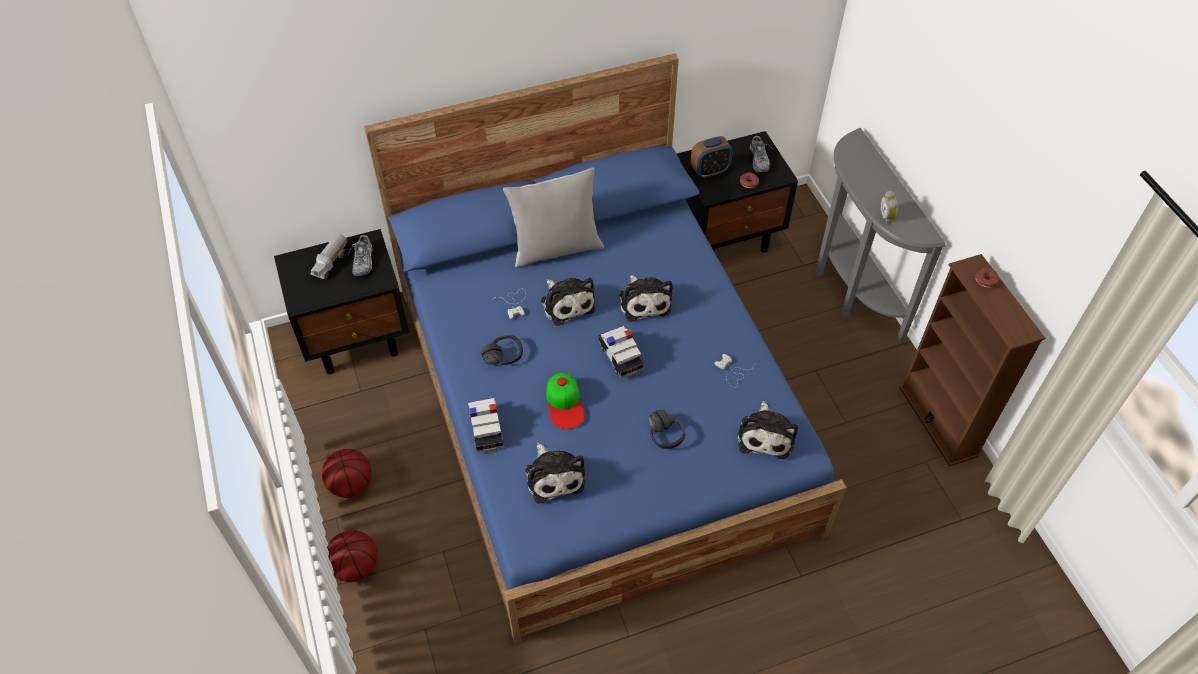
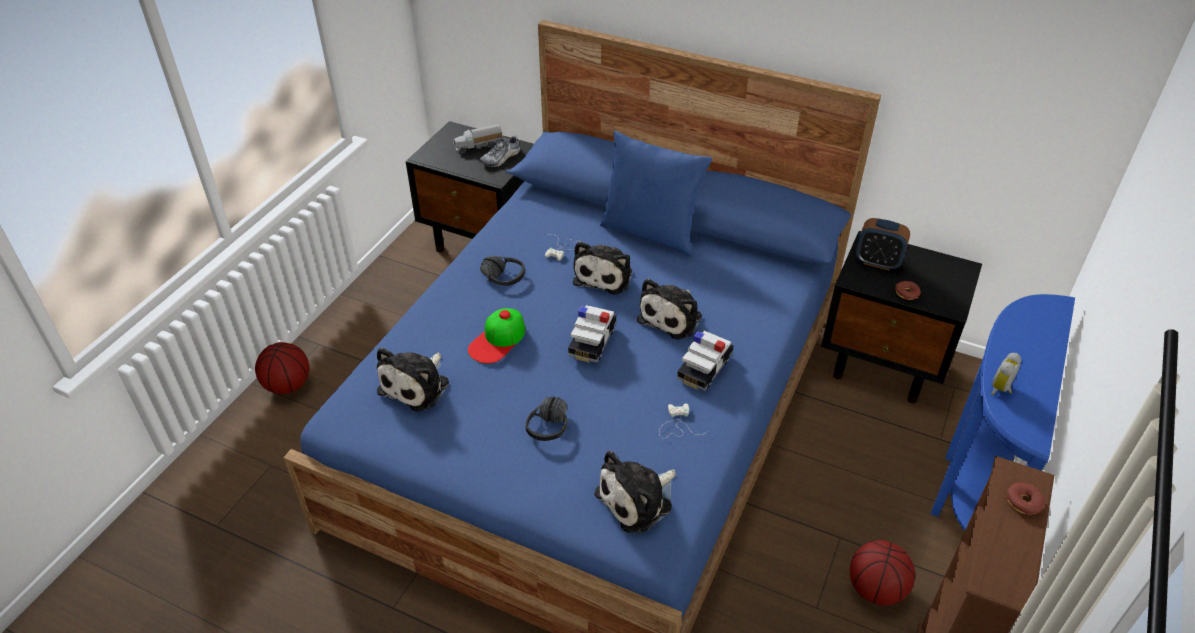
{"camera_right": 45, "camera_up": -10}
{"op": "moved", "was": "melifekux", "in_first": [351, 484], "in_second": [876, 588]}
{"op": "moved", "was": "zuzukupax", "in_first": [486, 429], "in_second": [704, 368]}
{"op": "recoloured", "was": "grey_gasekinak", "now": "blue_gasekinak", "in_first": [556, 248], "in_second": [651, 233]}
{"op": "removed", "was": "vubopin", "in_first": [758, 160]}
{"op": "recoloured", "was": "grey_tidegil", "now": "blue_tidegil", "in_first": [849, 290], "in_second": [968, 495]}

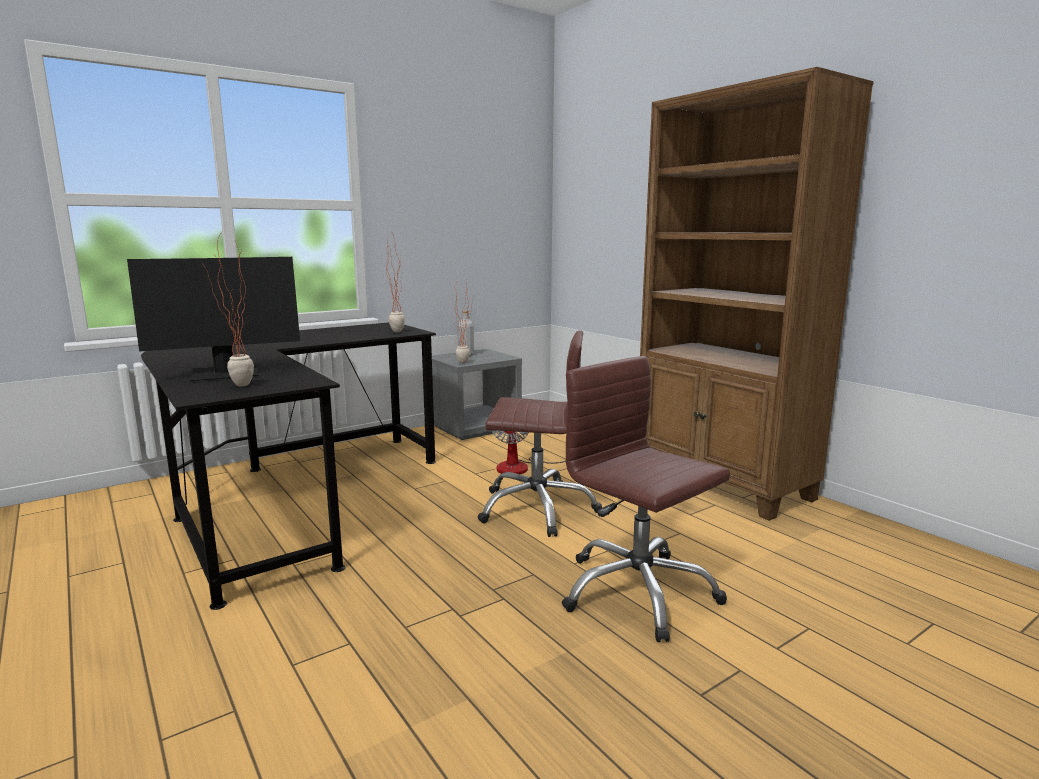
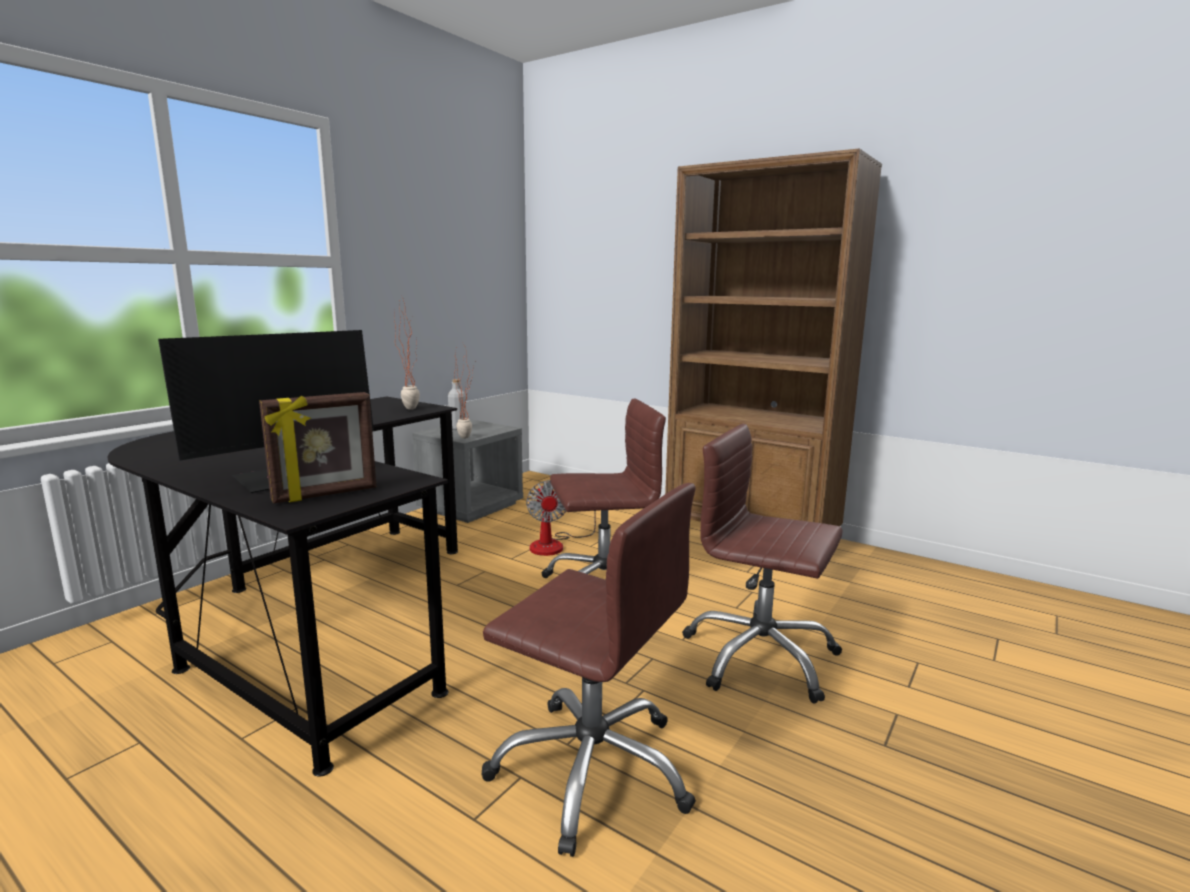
{"camera_right": -20, "camera_up": 0}
{"op": "replaced", "was": "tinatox", "now": "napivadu", "in_first": [236, 387], "in_second": [325, 495]}
{"op": "added", "now": "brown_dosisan", "in_second": [592, 768]}

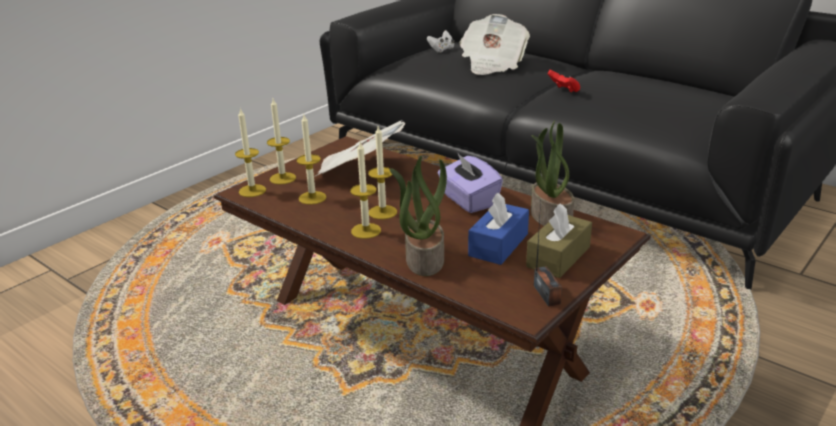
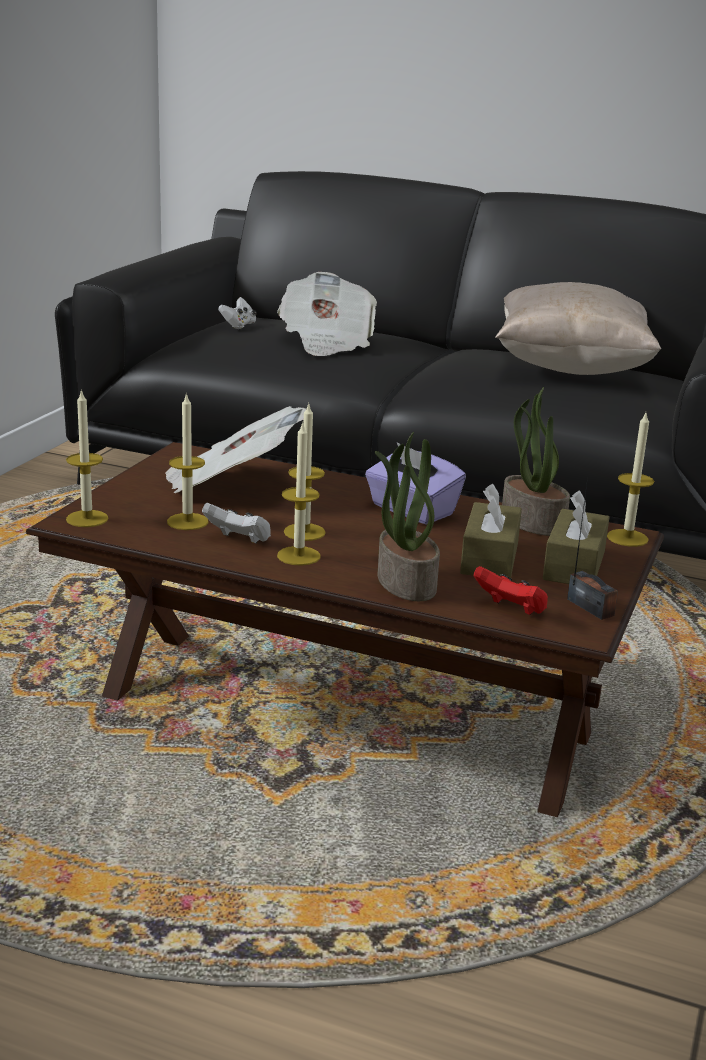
{"camera_right": -20, "camera_up": -5}
{"op": "moved", "was": "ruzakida", "in_first": [282, 178], "in_second": [627, 538]}
{"op": "recoloured", "was": "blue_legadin", "now": "brown_legadin", "in_first": [498, 245], "in_second": [489, 558]}
{"op": "moved", "was": "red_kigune", "in_first": [564, 90], "in_second": [511, 609]}
{"op": "added", "now": "white_kigune", "in_second": [239, 540]}
{"op": "added", "now": "beige_gasekinak", "in_second": [571, 368]}

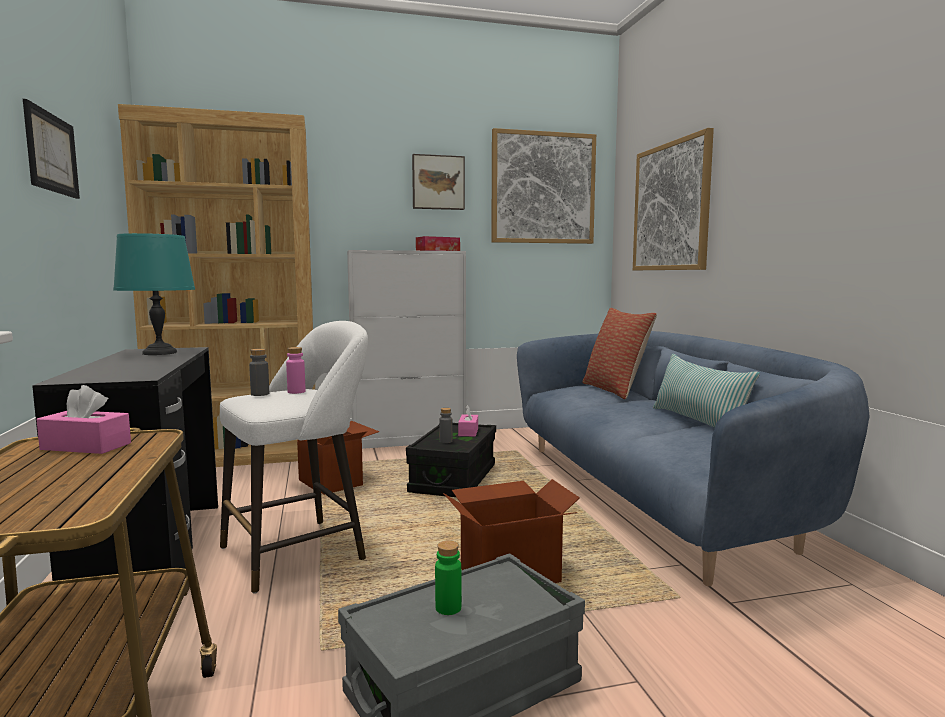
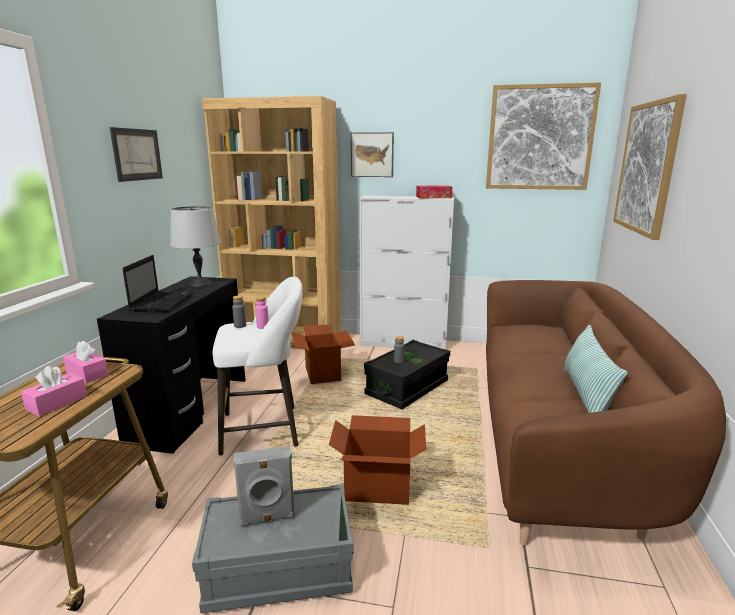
{"camera_right": 25, "camera_up": 10}
{"op": "recoloured", "was": "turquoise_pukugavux", "now": "grey_pukugavux", "in_first": [159, 353], "in_second": [200, 284]}
{"op": "moved", "was": "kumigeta", "in_first": [438, 182], "in_second": [372, 155]}
{"op": "replaced", "was": "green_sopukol", "now": "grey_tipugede", "in_first": [448, 608], "in_second": [267, 518]}
{"op": "moved", "was": "pink_legadin", "in_first": [468, 432], "in_second": [57, 403]}
{"op": "recoloured", "was": "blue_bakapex", "now": "brown_bakapex", "in_first": [652, 495], "in_second": [556, 440]}
{"op": "removed", "was": "gasekinak", "in_first": [615, 390]}
{"op": "added", "now": "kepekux", "in_second": [163, 302]}

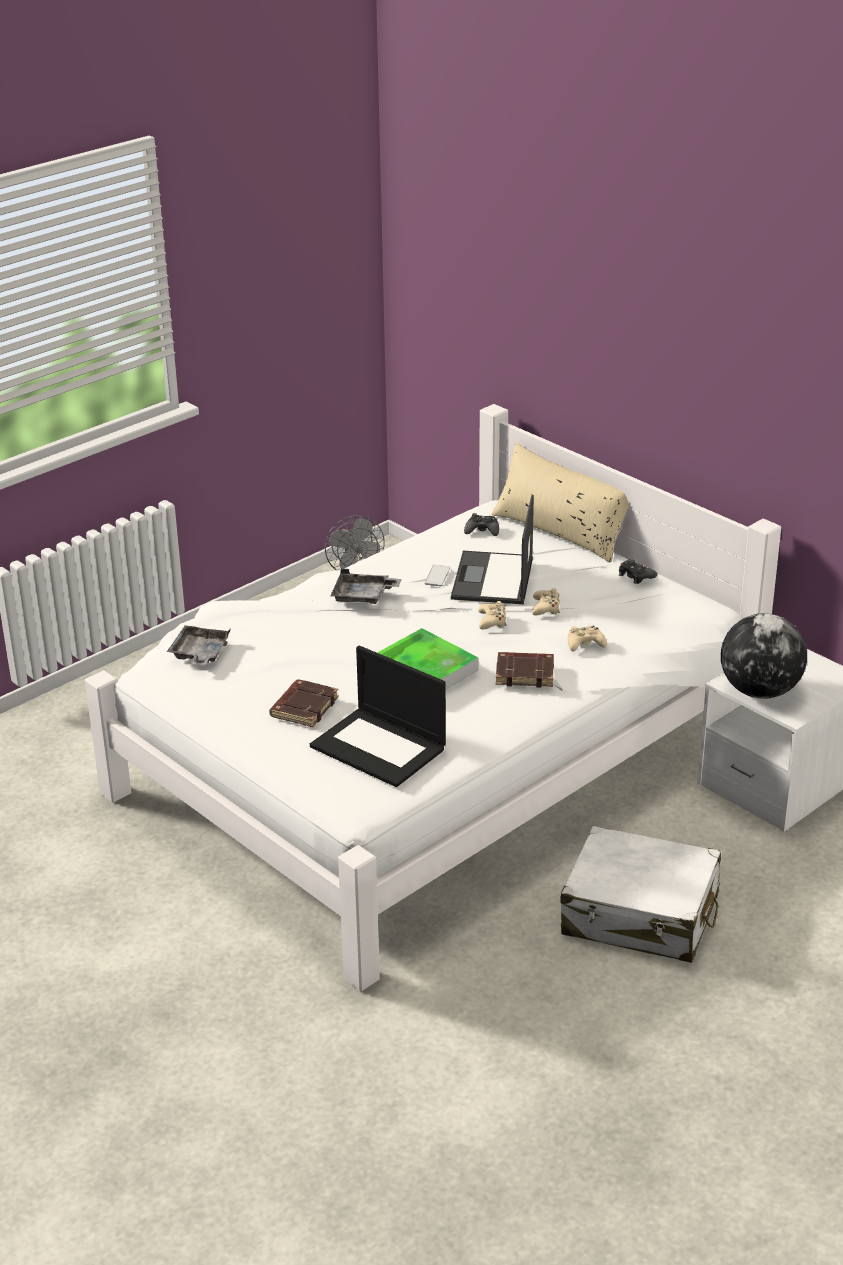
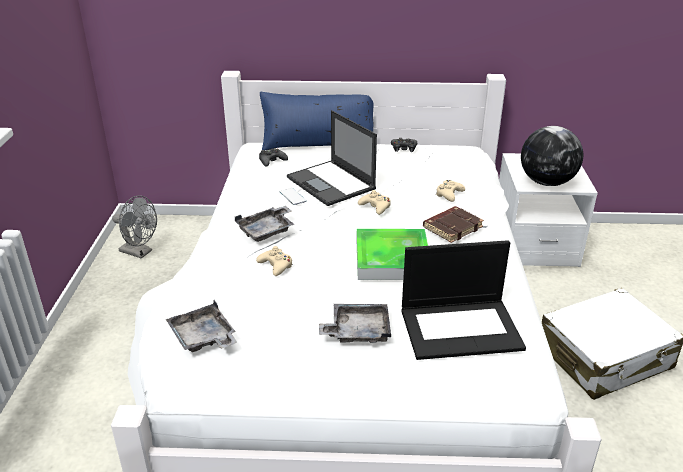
{"camera_right": -45, "camera_up": 0}
{"op": "replaced", "was": "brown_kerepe", "now": "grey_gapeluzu", "in_first": [304, 707], "in_second": [357, 331]}
{"op": "recoloured", "was": "beige_gasekinak", "now": "blue_gasekinak", "in_first": [561, 531], "in_second": [318, 143]}
{"op": "moved", "was": "beige_kigune", "in_first": [546, 608], "in_second": [276, 266]}

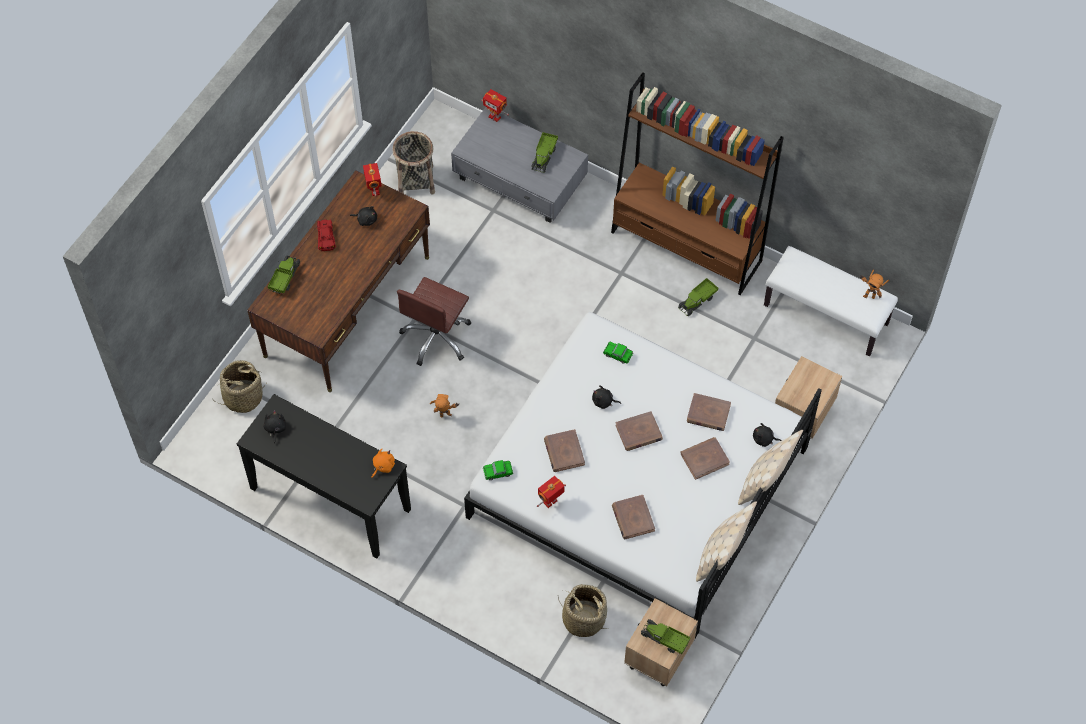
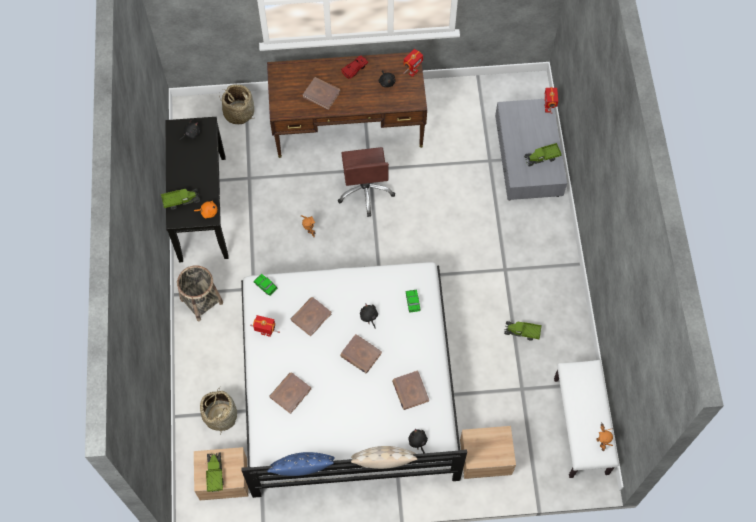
{"camera_right": 55, "camera_up": 5}
{"op": "moved", "was": "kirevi", "in_first": [285, 278], "in_second": [181, 201]}
{"op": "moved", "was": "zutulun", "in_first": [416, 180], "in_second": [202, 301]}
{"op": "turned", "was": "brown_dosisan", "in_first": [436, 337], "in_second": [365, 191], "clockwise": -90}
{"op": "removed", "was": "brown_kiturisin", "in_first": [686, 247]}
{"op": "moved", "was": "brown_kerepe", "in_first": [704, 459], "in_second": [321, 94]}
{"op": "recoloured", "was": "beige_gasekinak", "now": "blue_gasekinak", "in_first": [721, 555], "in_second": [303, 470]}

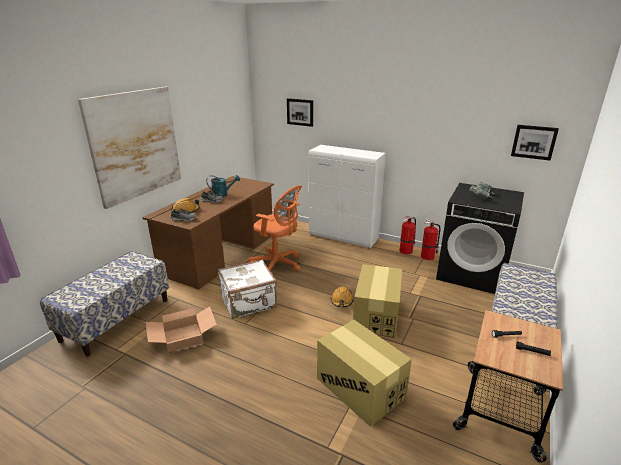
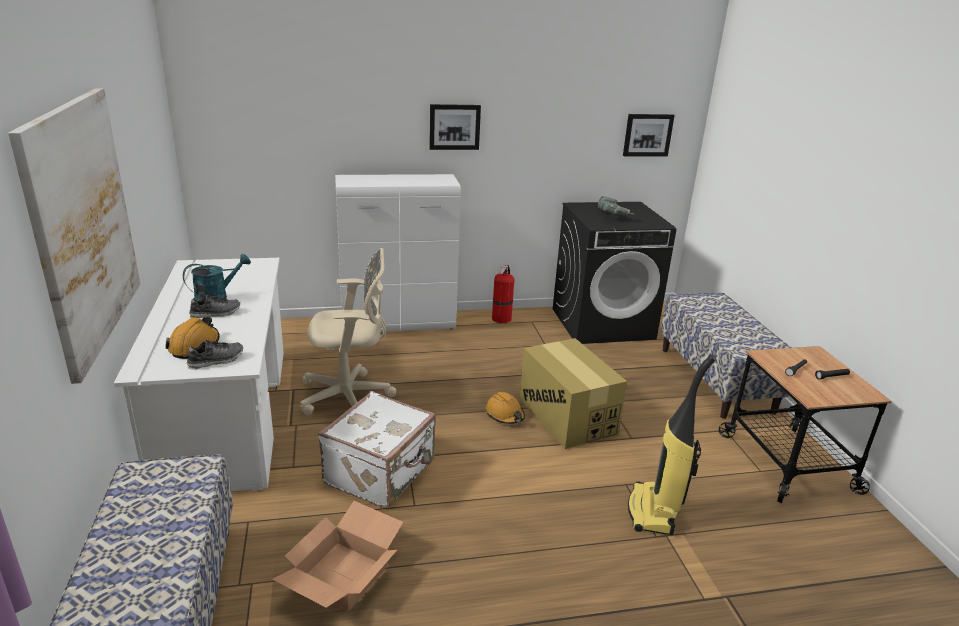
{"camera_right": -40, "camera_up": 0}
{"op": "recoloured", "was": "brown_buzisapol", "now": "white_buzisapol", "in_first": [220, 254], "in_second": [226, 415]}
{"op": "recoloured", "was": "orange_dosisan", "now": "beige_dosisan", "in_first": [278, 264], "in_second": [350, 397]}
{"op": "moved", "was": "kumigeta", "in_first": [300, 112], "in_second": [454, 127]}
{"op": "replaced", "was": "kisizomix", "now": "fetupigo", "in_first": [360, 388], "in_second": [654, 512]}
{"op": "removed", "was": "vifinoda", "in_first": [428, 256]}

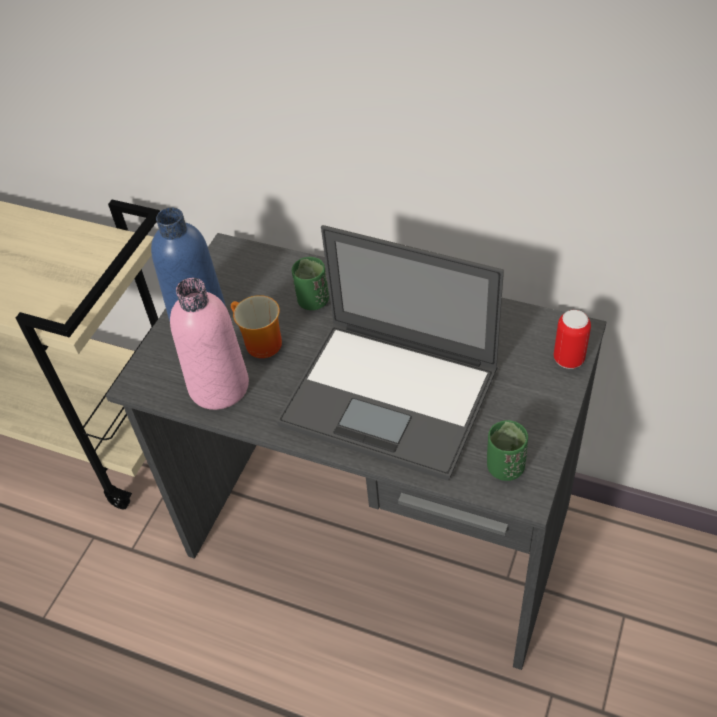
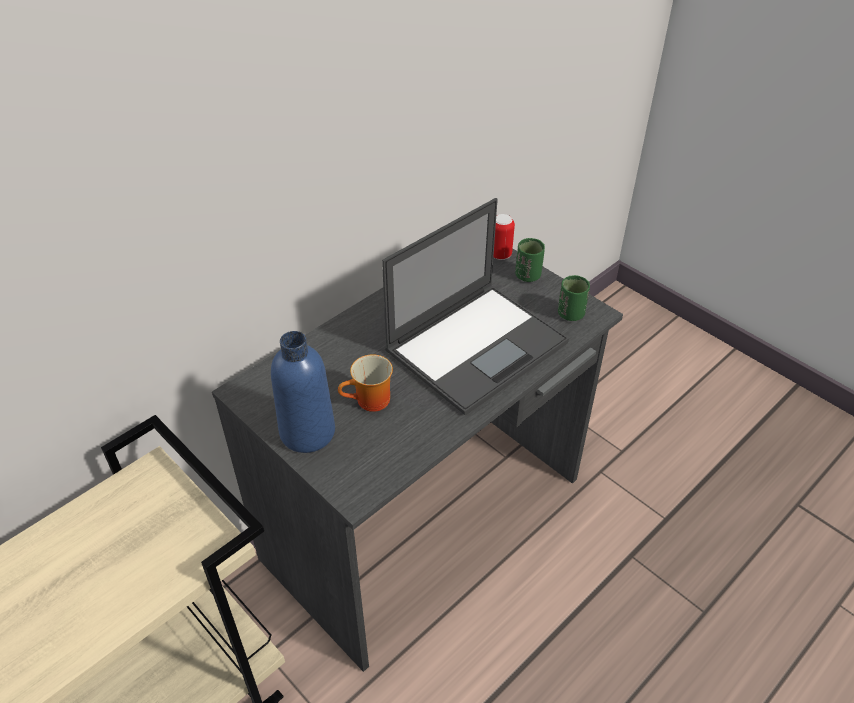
{"camera_right": -70, "camera_up": -5}
{"op": "removed", "was": "pink_sopukol", "in_first": [219, 386]}
{"op": "moved", "was": "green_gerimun", "in_first": [313, 301], "in_second": [528, 275]}

